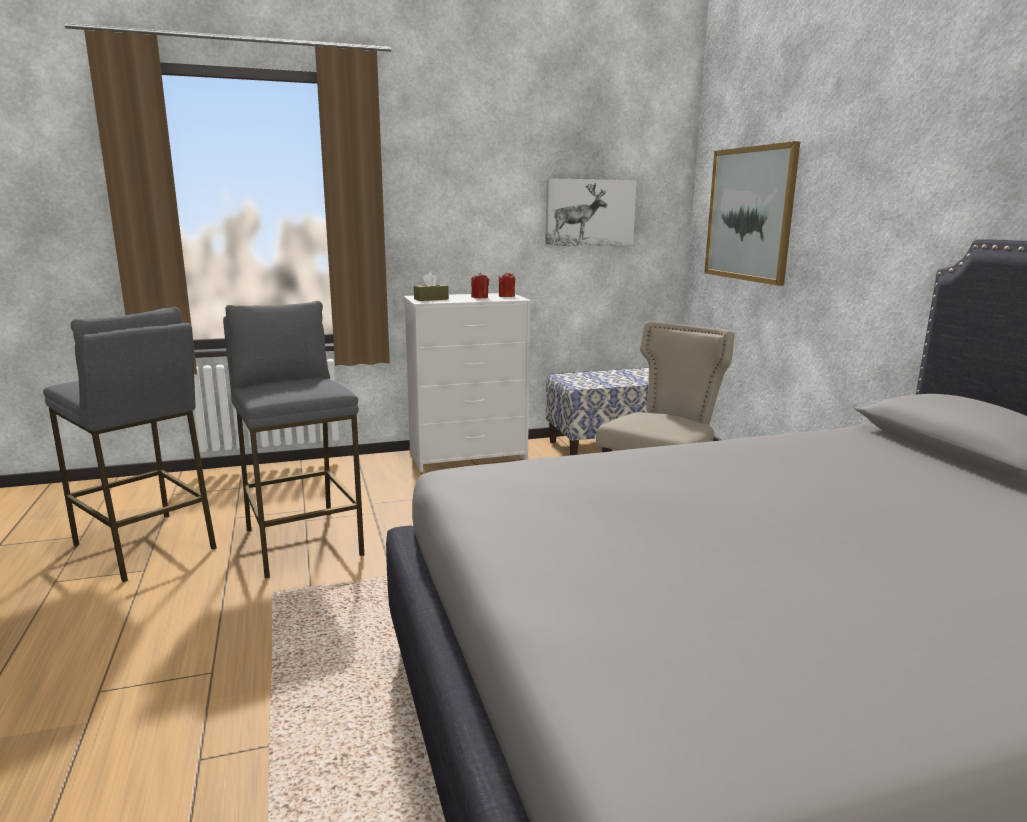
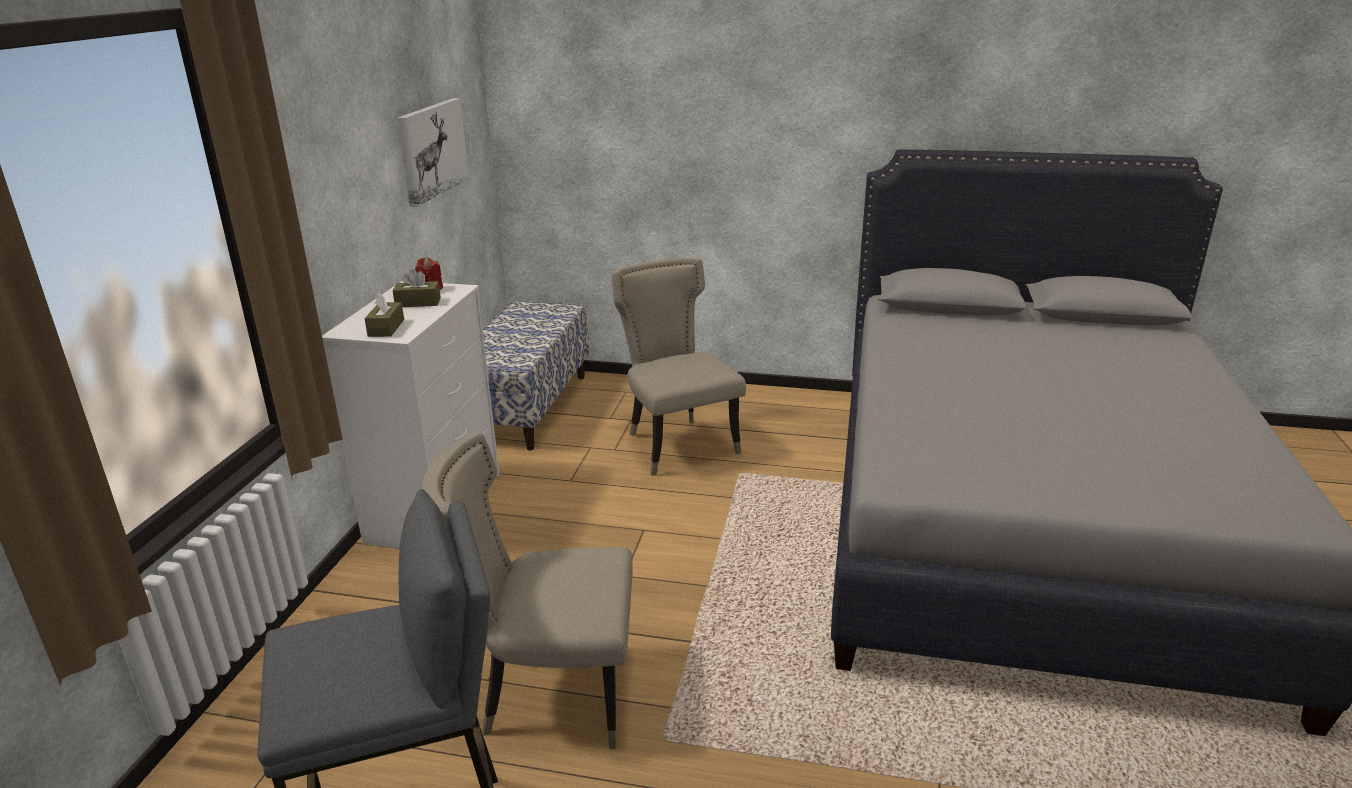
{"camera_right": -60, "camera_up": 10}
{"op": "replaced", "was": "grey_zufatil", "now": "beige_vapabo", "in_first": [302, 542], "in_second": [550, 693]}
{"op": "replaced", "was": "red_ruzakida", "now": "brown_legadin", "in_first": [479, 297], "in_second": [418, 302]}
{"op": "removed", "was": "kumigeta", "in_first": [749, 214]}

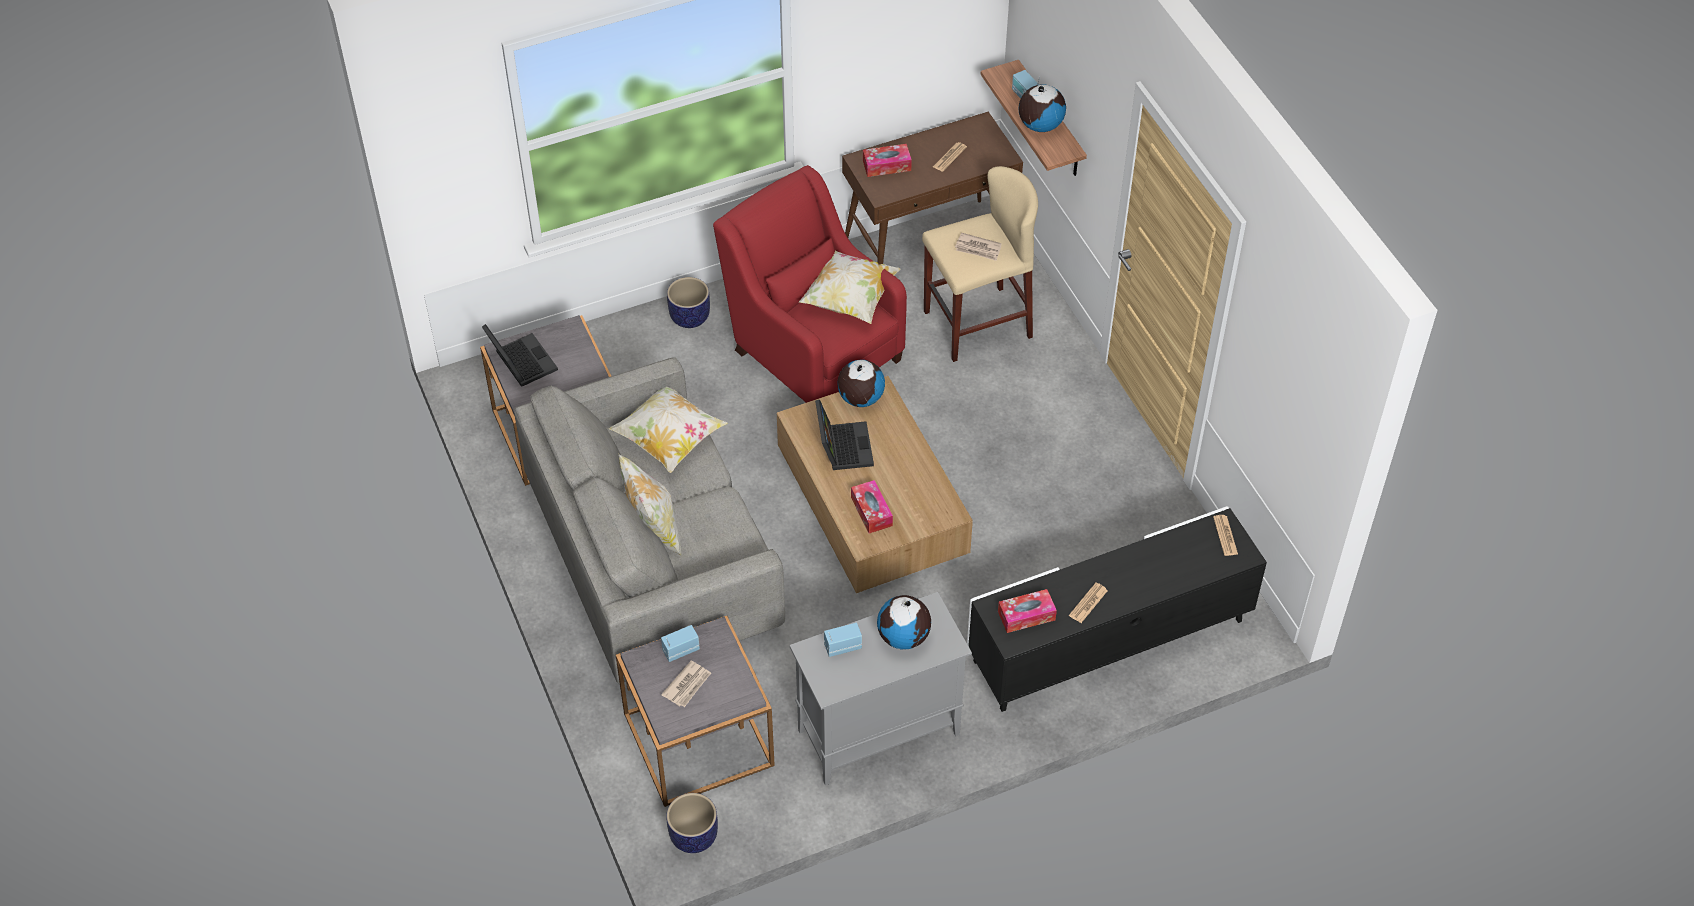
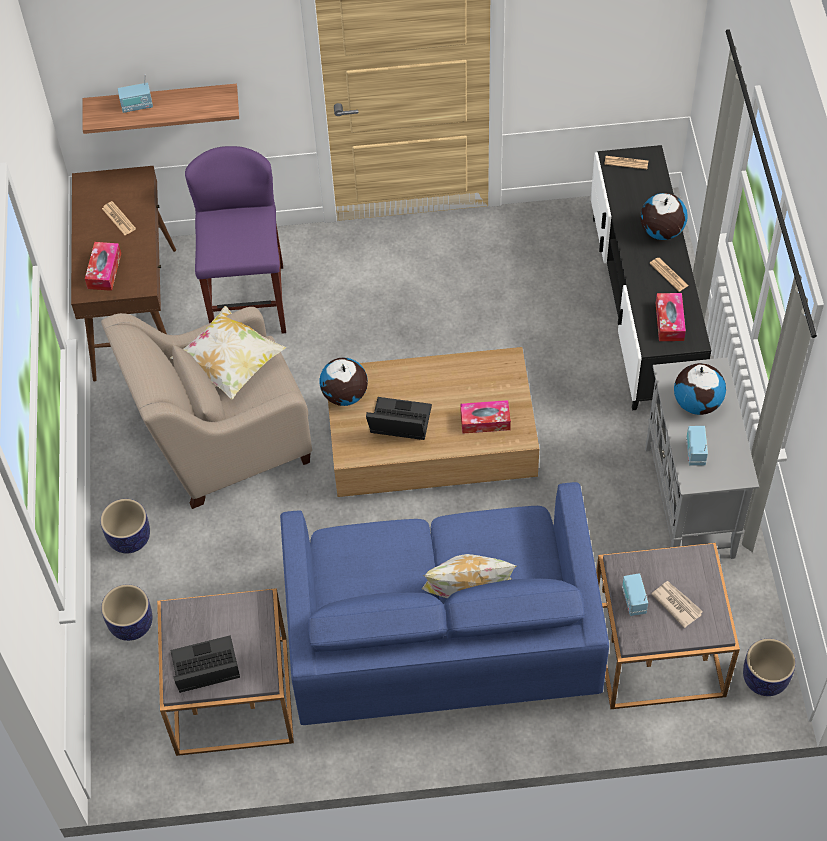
{"camera_right": -70, "camera_up": 5}
{"op": "recoloured", "was": "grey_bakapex", "now": "blue_bakapex", "in_first": [655, 566], "in_second": [441, 642]}
{"op": "removed", "was": "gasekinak", "in_first": [669, 439]}
{"op": "recoloured", "was": "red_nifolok", "now": "beige_nifolok", "in_first": [813, 351], "in_second": [223, 441]}
{"op": "recoloured", "was": "beige_zufatil", "now": "purple_zufatil", "in_first": [977, 324], "in_second": [248, 302]}
{"op": "removed", "was": "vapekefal", "in_first": [978, 248]}
{"op": "moved", "was": "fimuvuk", "in_first": [1040, 125], "in_second": [661, 231]}
{"op": "added", "now": "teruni", "in_second": [131, 624]}

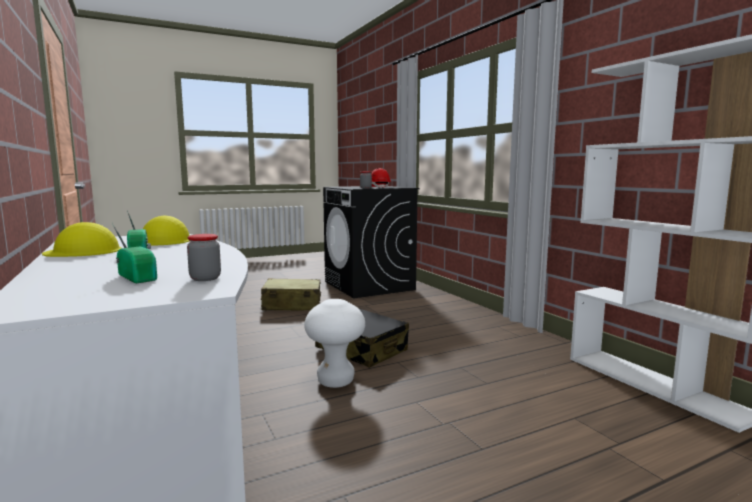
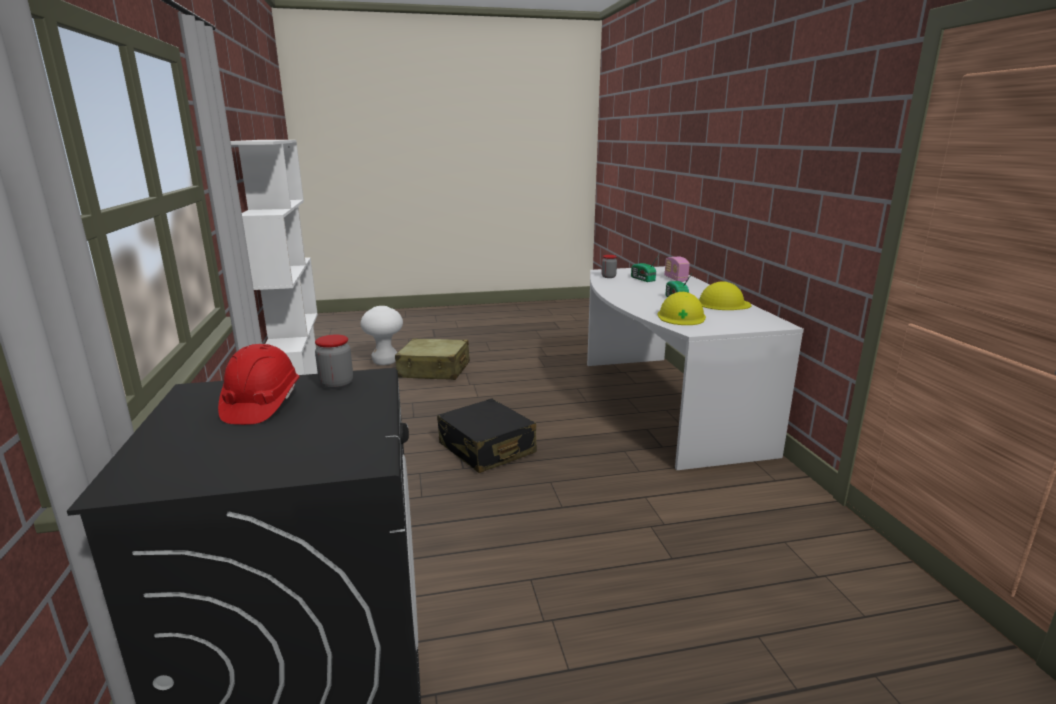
{"camera_right": -165, "camera_up": 10}
{"op": "moved", "was": "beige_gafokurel", "in_first": [292, 305], "in_second": [434, 370]}
{"op": "moved", "was": "white_zufatil", "in_first": [335, 381], "in_second": [385, 362]}
{"op": "added", "now": "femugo", "in_second": [675, 279]}

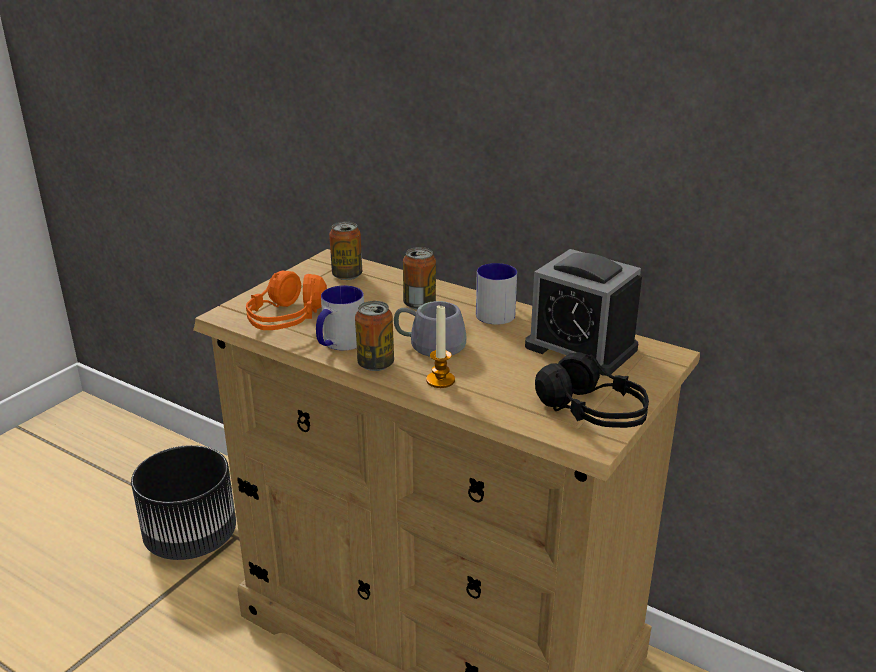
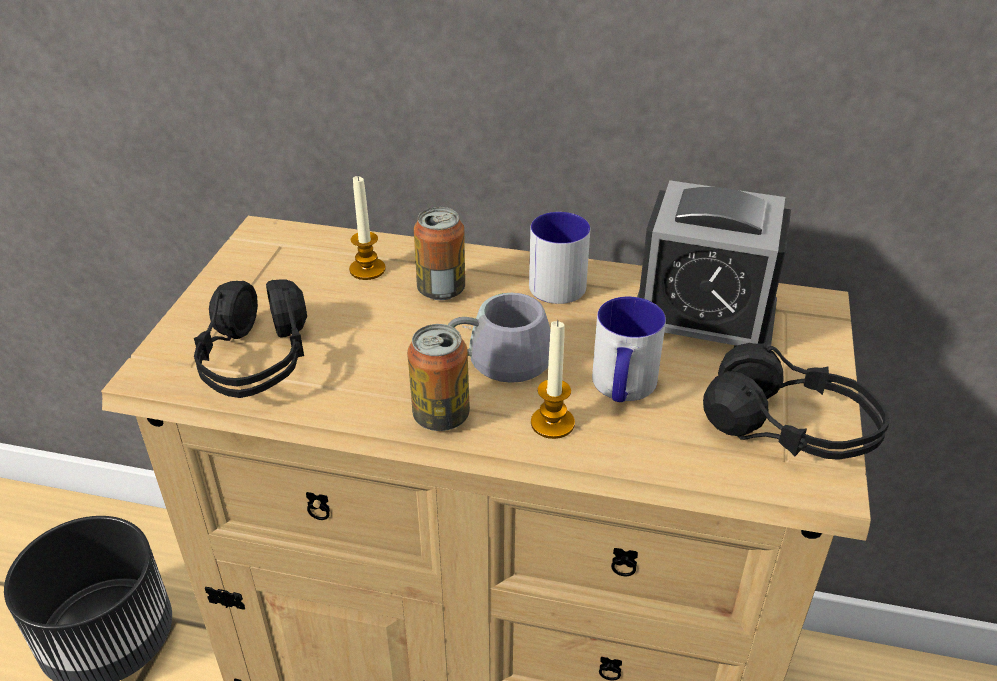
{"camera_right": -20, "camera_up": 10}
{"op": "recoloured", "was": "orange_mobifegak", "now": "black_mobifegak", "in_first": [286, 319], "in_second": [256, 361]}
{"op": "moved", "was": "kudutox", "in_first": [339, 344], "in_second": [622, 388]}
{"op": "removed", "was": "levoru", "in_first": [347, 275]}
{"op": "added", "now": "ruzakida", "in_second": [367, 269]}

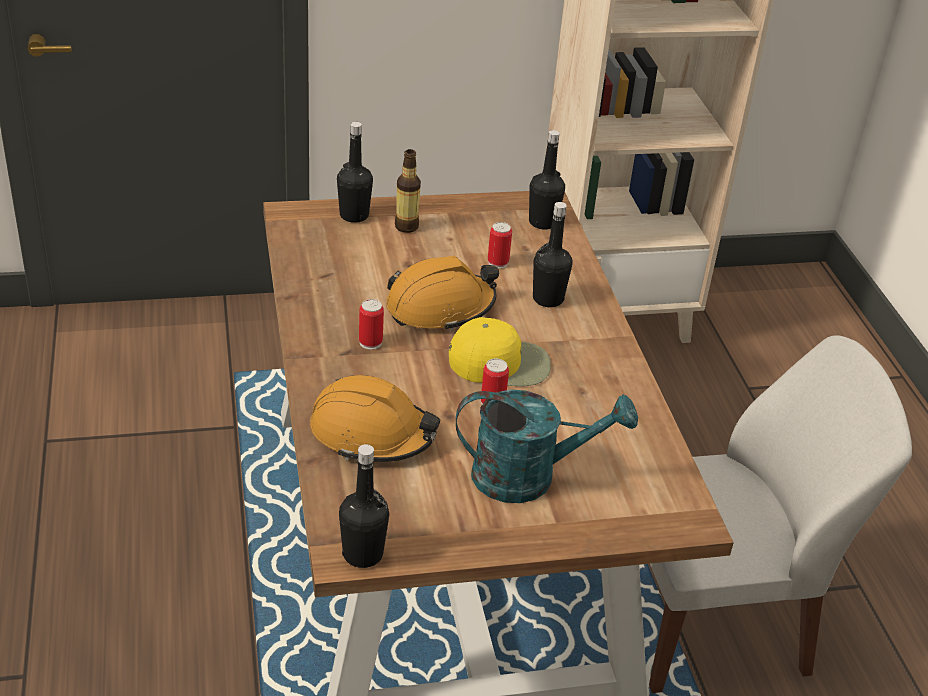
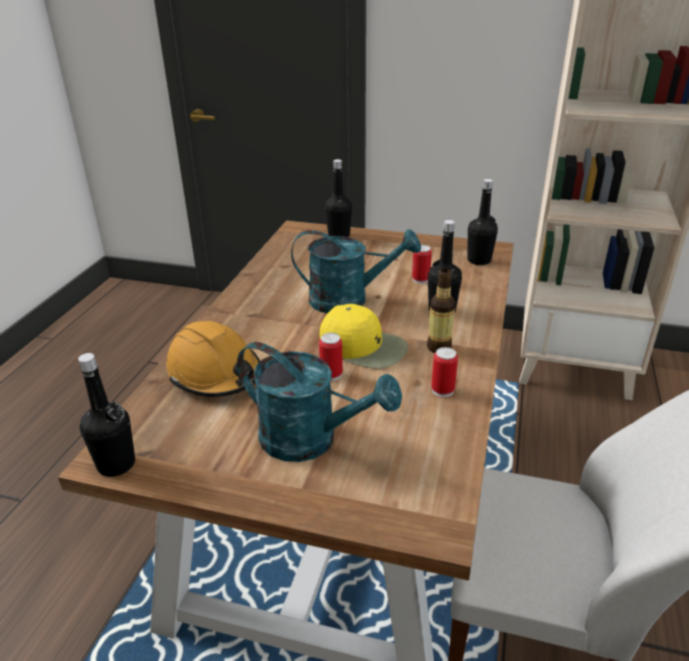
{"camera_right": 30, "camera_up": -5}
{"op": "moved", "was": "levoru", "in_first": [370, 342], "in_second": [442, 390]}
{"op": "replaced", "was": "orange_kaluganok", "now": "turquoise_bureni", "in_first": [440, 307], "in_second": [349, 300]}
{"op": "moved", "was": "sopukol", "in_first": [406, 227], "in_second": [439, 347]}

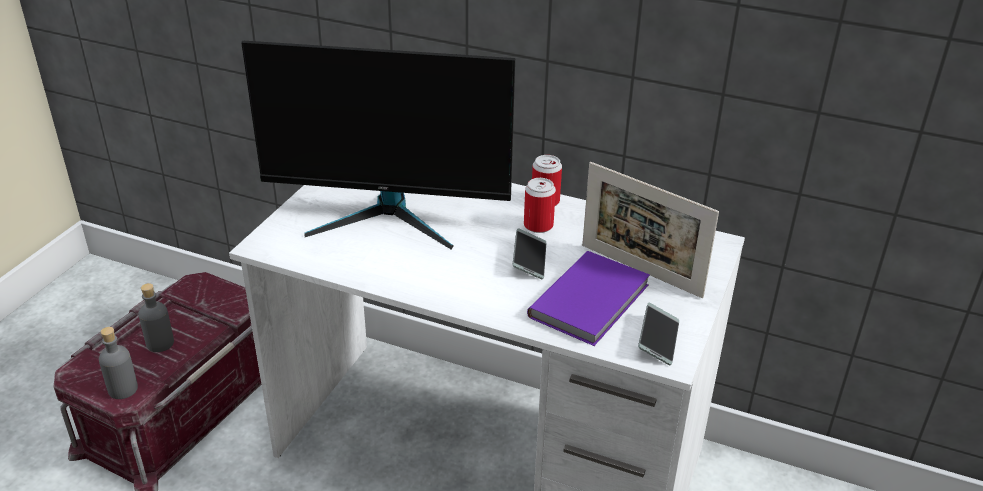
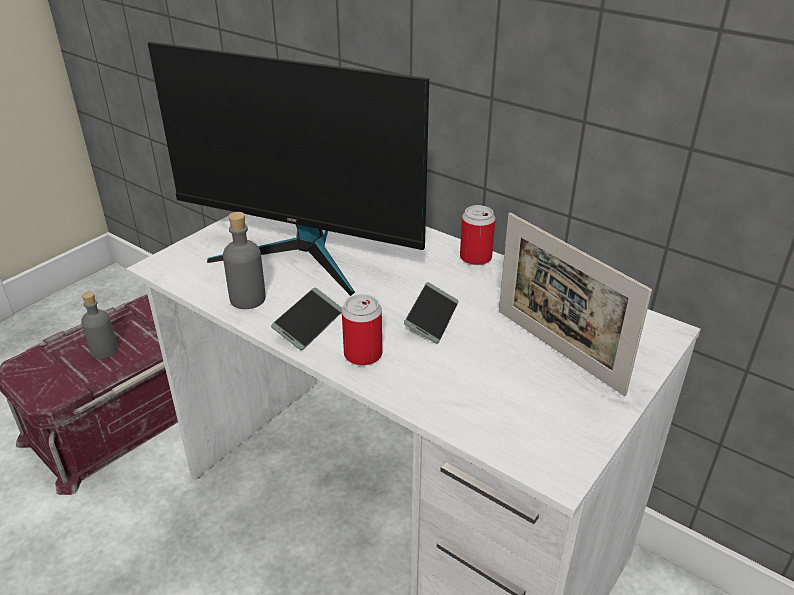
{"camera_right": 15, "camera_up": 0}
{"op": "moved", "was": "grey_sopukol", "in_first": [123, 389], "in_second": [248, 299]}
{"op": "moved", "was": "levoru", "in_first": [538, 225], "in_second": [363, 354]}
{"op": "removed", "was": "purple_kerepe", "in_first": [592, 301]}
{"op": "moved", "was": "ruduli", "in_first": [658, 339], "in_second": [309, 325]}

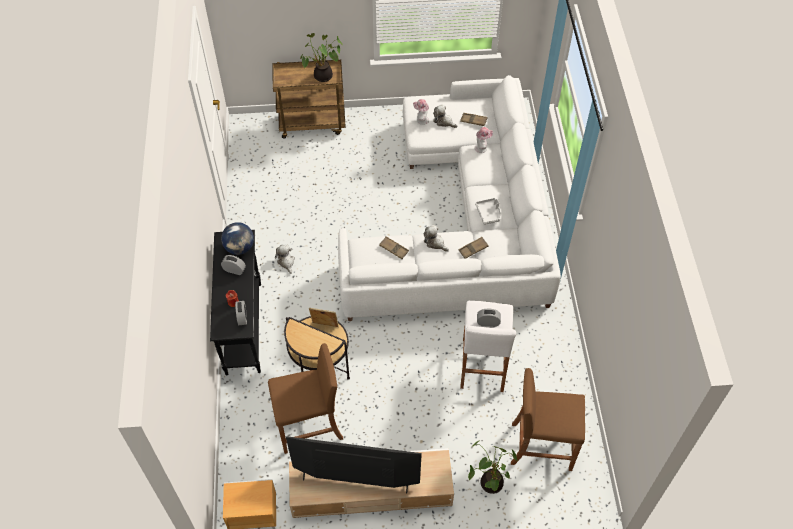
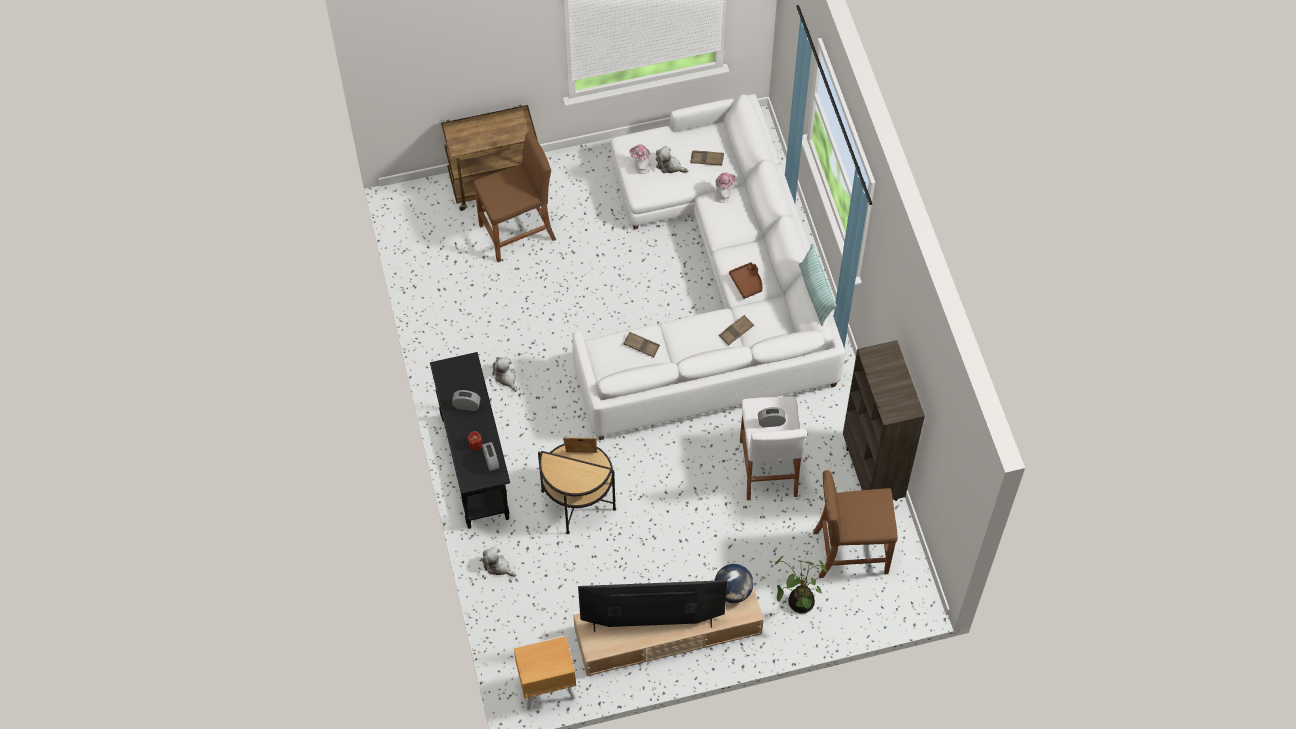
{"camera_right": -10, "camera_up": 5}
{"op": "moved", "was": "fimuvuk", "in_first": [239, 248], "in_second": [733, 591]}
{"op": "moved", "was": "brown_zufatil", "in_first": [310, 426], "in_second": [518, 232]}
{"op": "removed", "was": "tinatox", "in_first": [322, 77]}
{"op": "moved", "was": "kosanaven", "in_first": [435, 243], "in_second": [498, 566]}
{"op": "recoloured", "was": "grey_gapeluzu", "now": "brown_gapeluzu", "in_first": [489, 213], "in_second": [747, 283]}
{"op": "added", "now": "gasekinak", "in_second": [815, 294]}
{"op": "added", "now": "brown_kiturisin", "in_second": [872, 474]}

